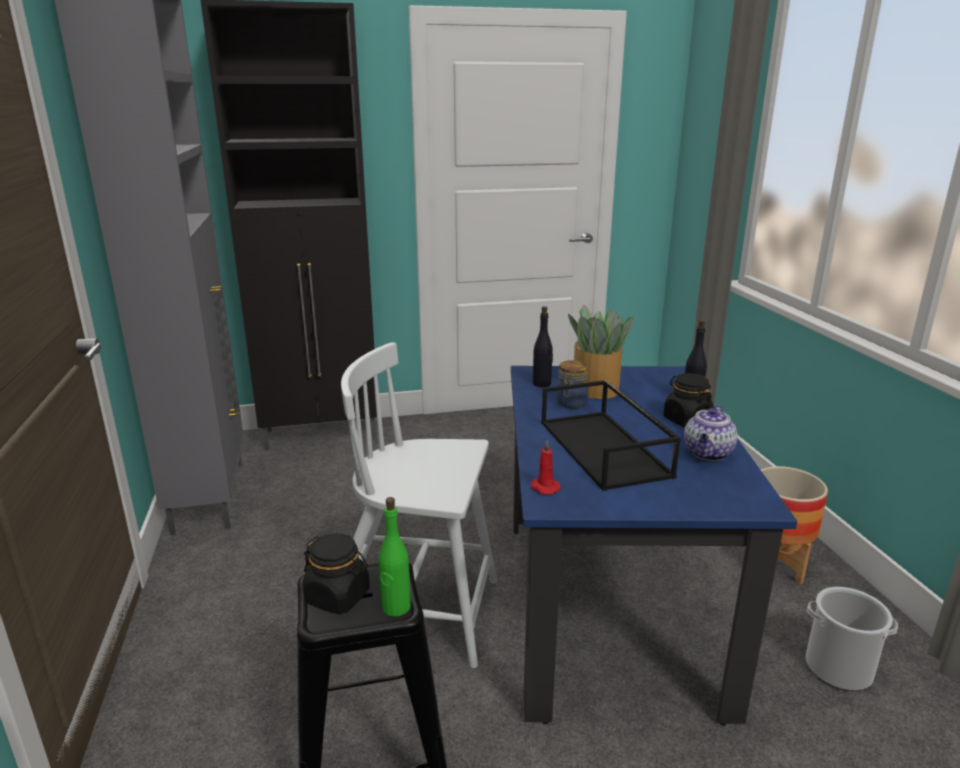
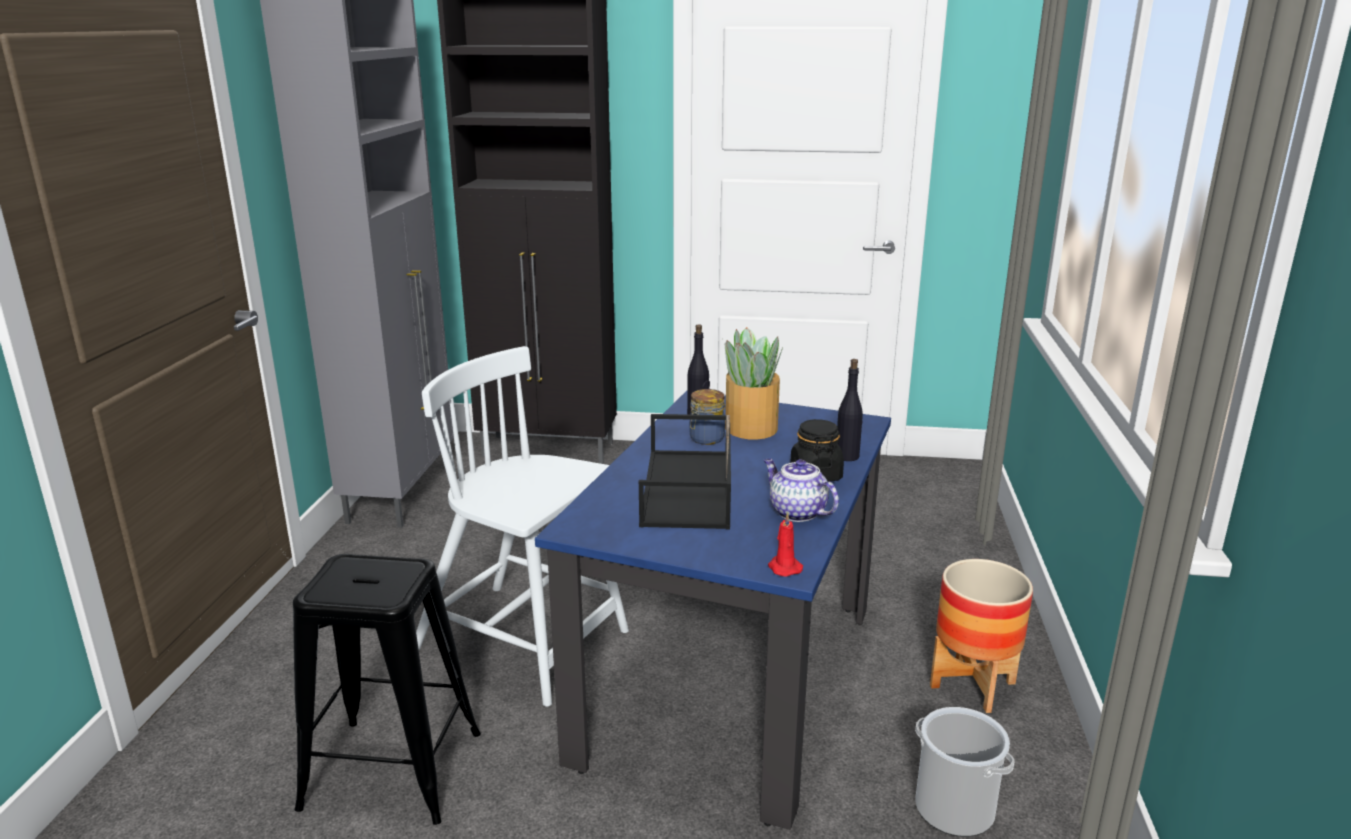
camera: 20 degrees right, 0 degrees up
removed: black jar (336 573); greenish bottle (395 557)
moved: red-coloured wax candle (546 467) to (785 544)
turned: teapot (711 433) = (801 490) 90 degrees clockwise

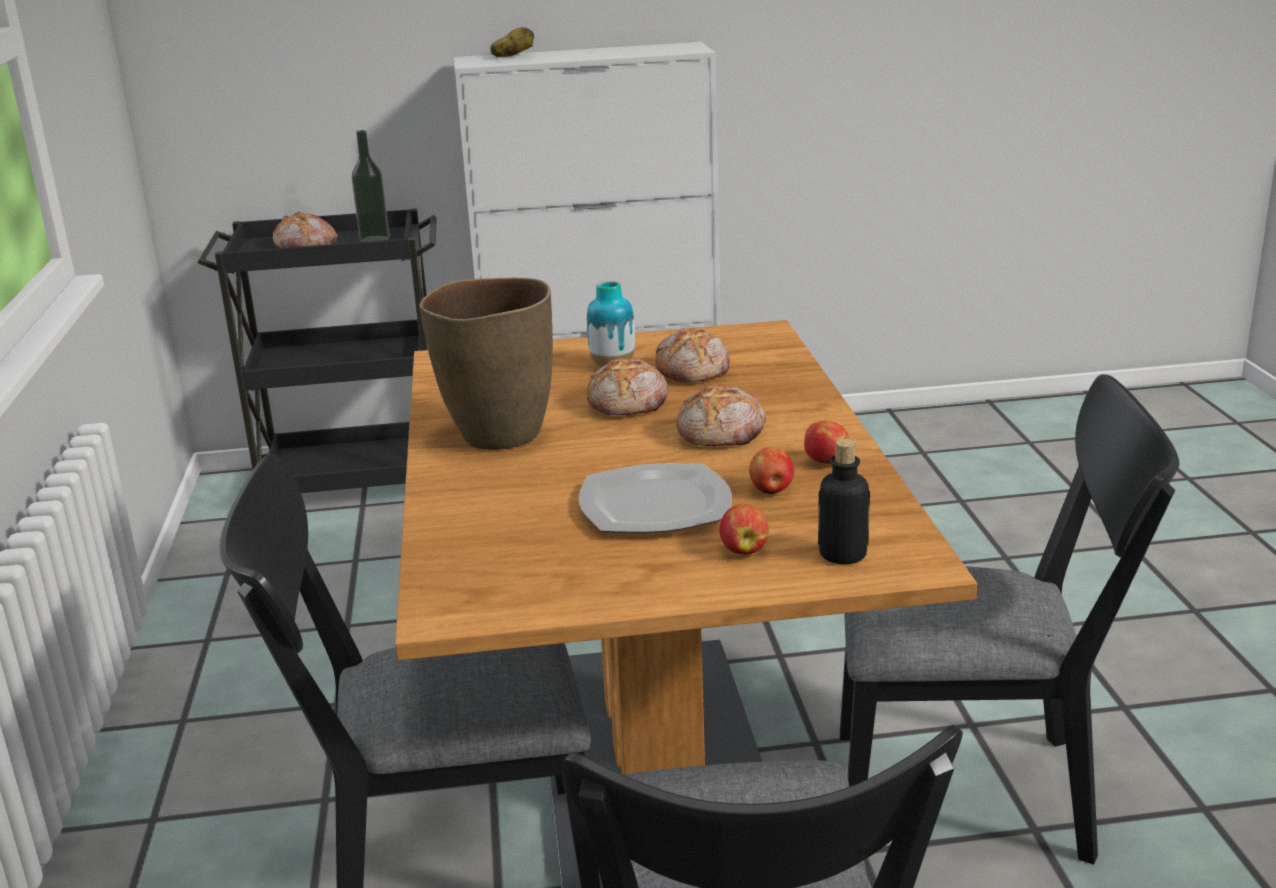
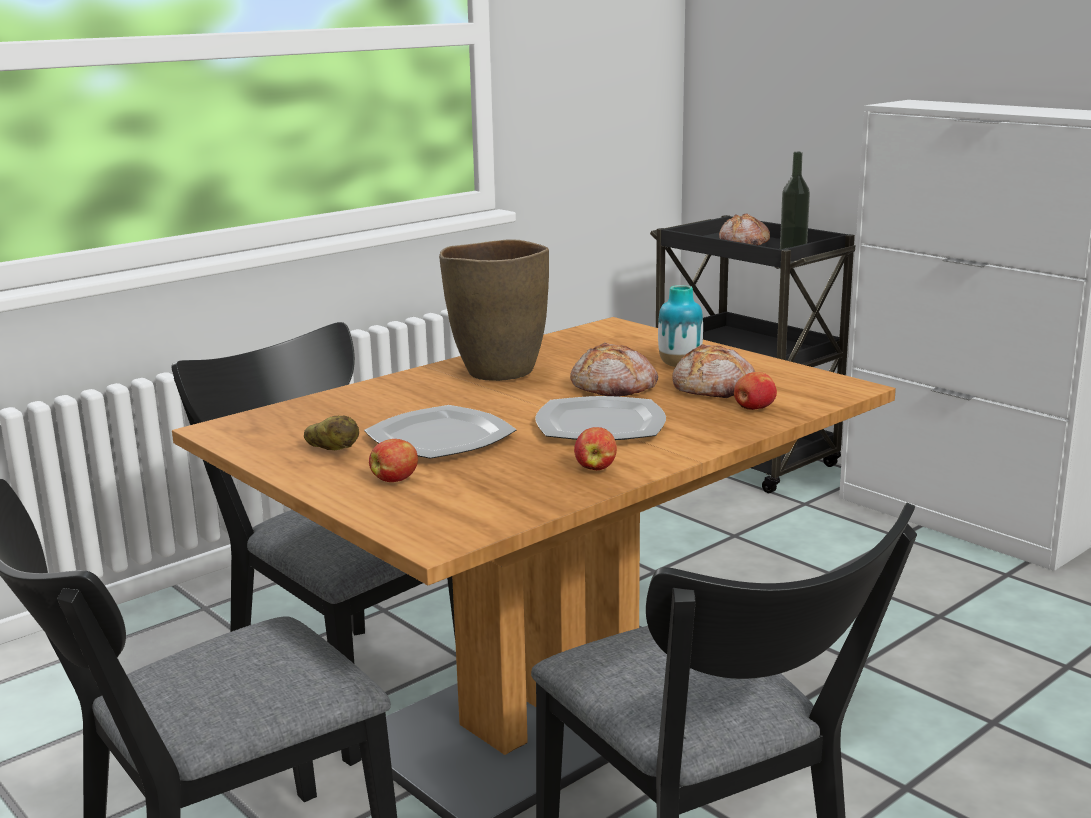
camera: 55 degrees right, 5 degrees down
removed: bottle (844 501)
moved: spud (512 42) to (331 433); apple fruit (771 470) to (755 391)
replaced: baked bread (721 415) to flat dish (600 418)

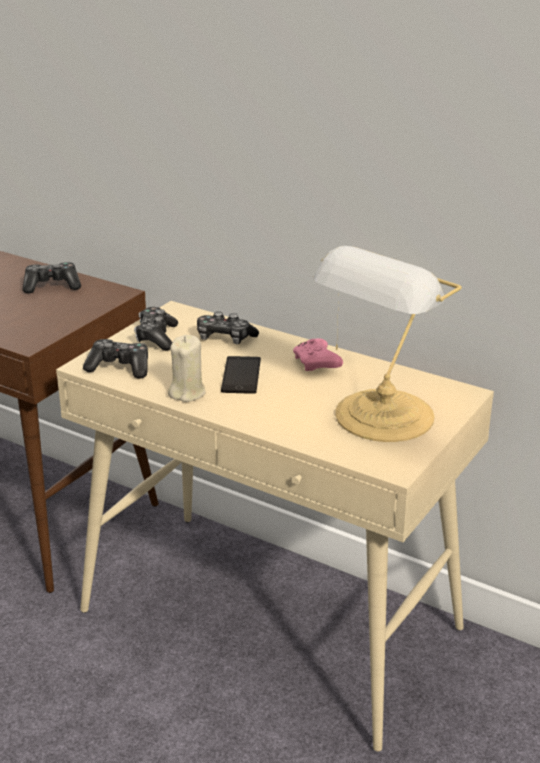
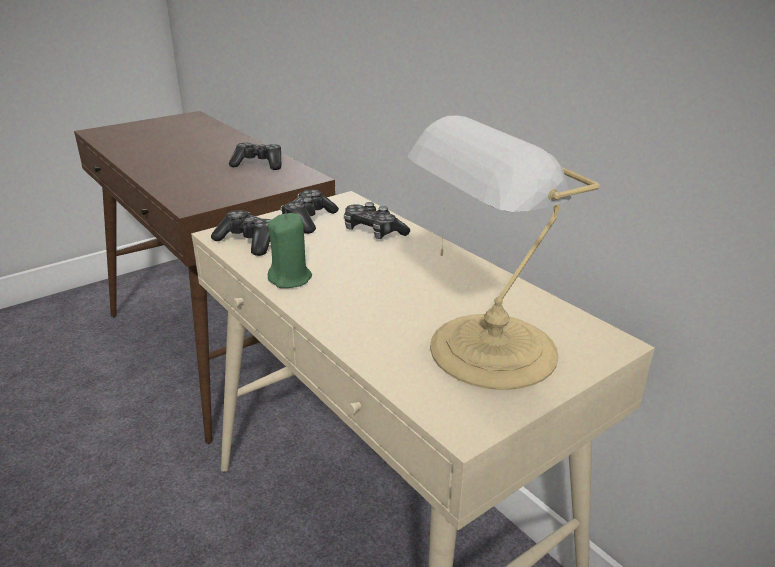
camera: 20 degrees right, 0 degrees up
removed: handset (241 375); pink joypad (318 354)
recoloured: beige wax candle (187 368) to greenish wax candle (290 250)

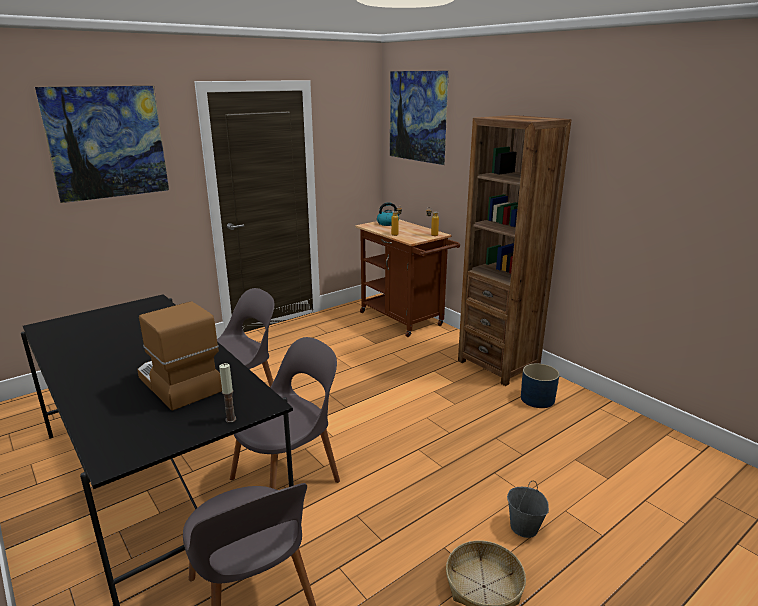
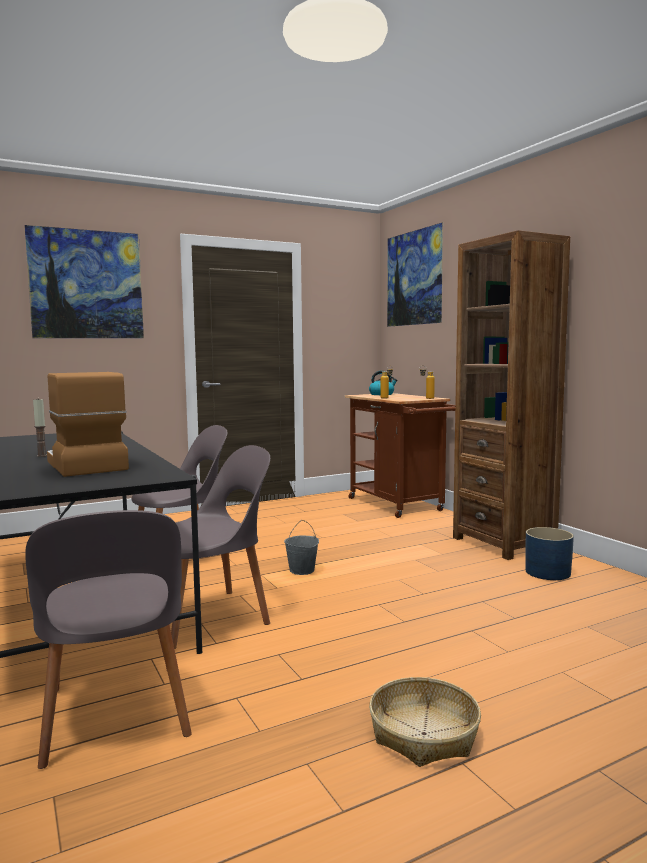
camera: 10 degrees right, 15 degrees down
moved: wax candle (227 393) to (40 428); greyish water bucket (528 509) to (301 547)

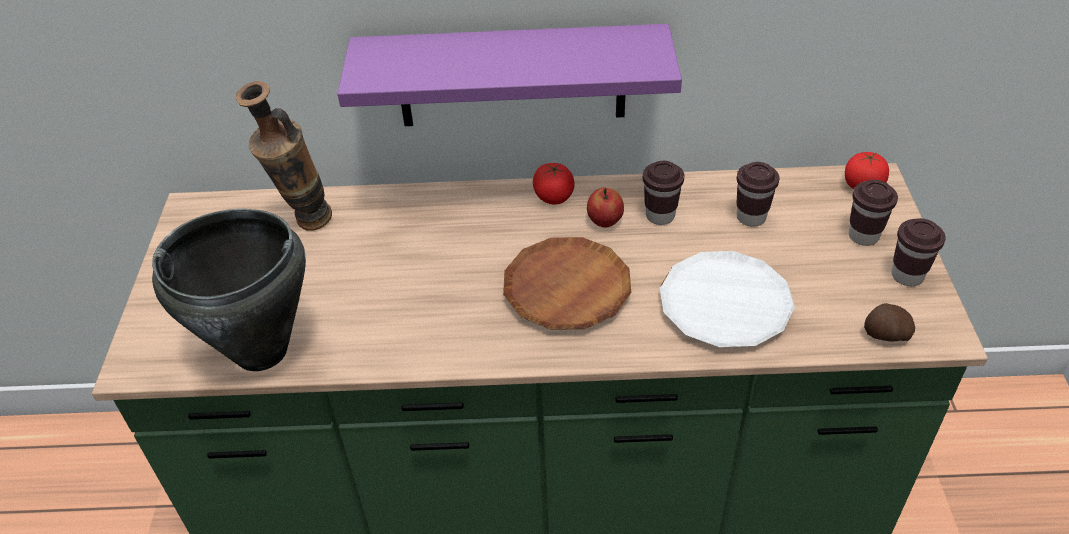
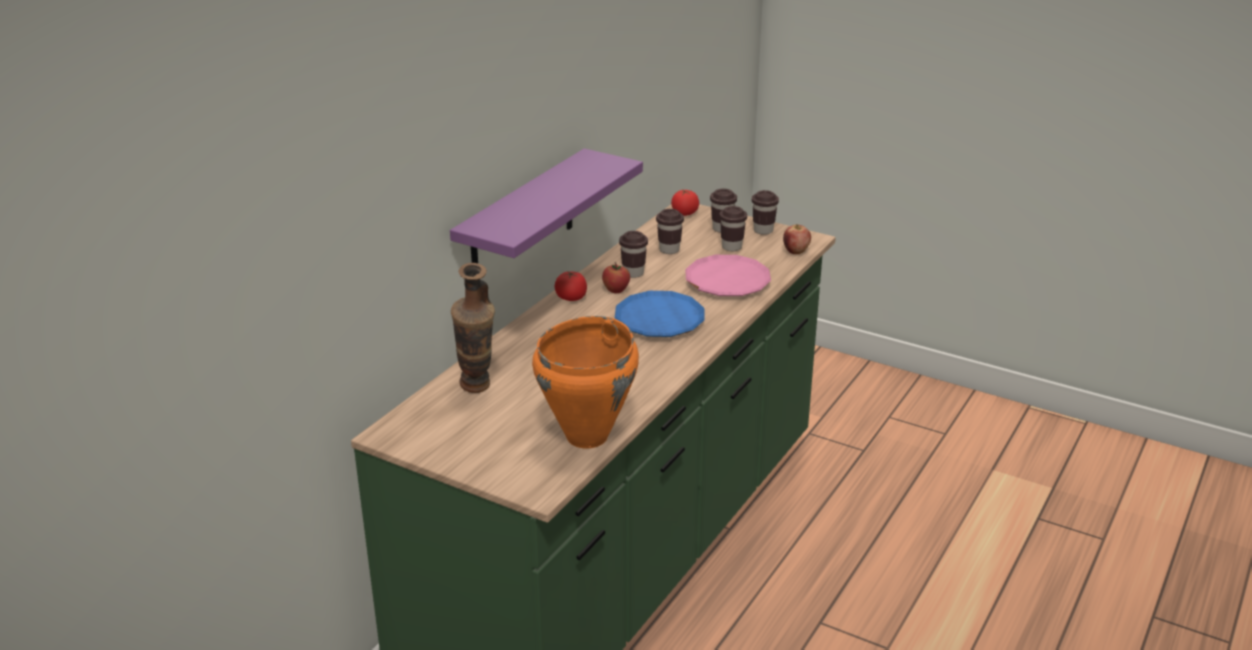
camera: 60 degrees left, 15 degrees down
added: brownish cup (733 228)
replaced: spud (889 322) to apple fruit (797 239)
recoloured: black saucepot (229 290) to orange saucepot (585 382); brownish flat dish (567 283) to bluish flat dish (660 314); white-coloured flat dish (727 299) to pink flat dish (728 275)

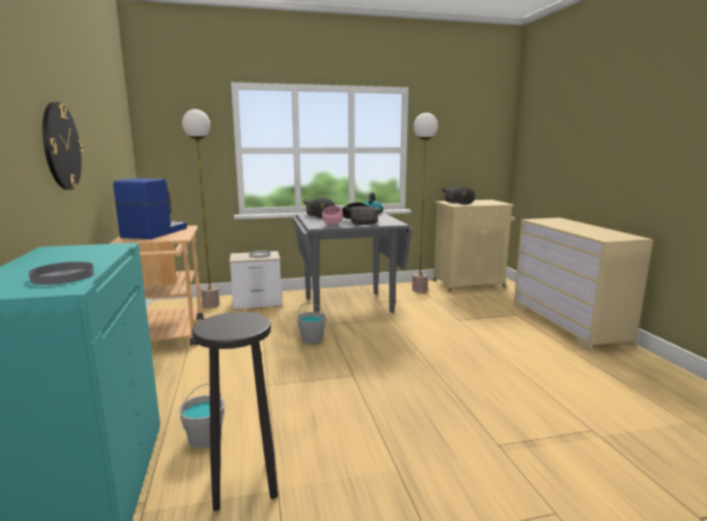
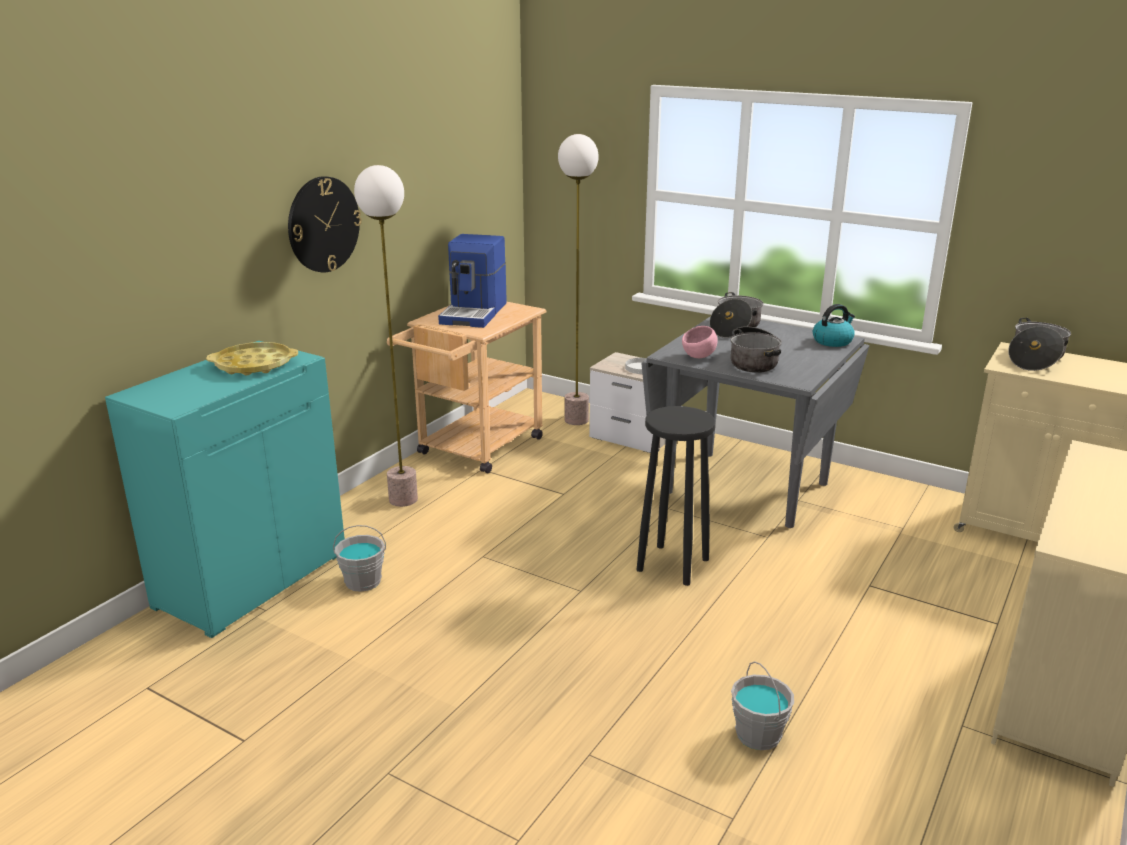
camera: 45 degrees right, 10 degrees up
removed: greyish flat dish (61 273)
added: yellowish tray (252 358)
moved: black sitting stool (235 411) to (676 496); greyish water bucket (311 323) to (762 705); standard lamp (425 203) to (386 336)
turned: coffee maker (150 208) = (472 281) 135 degrees clockwise

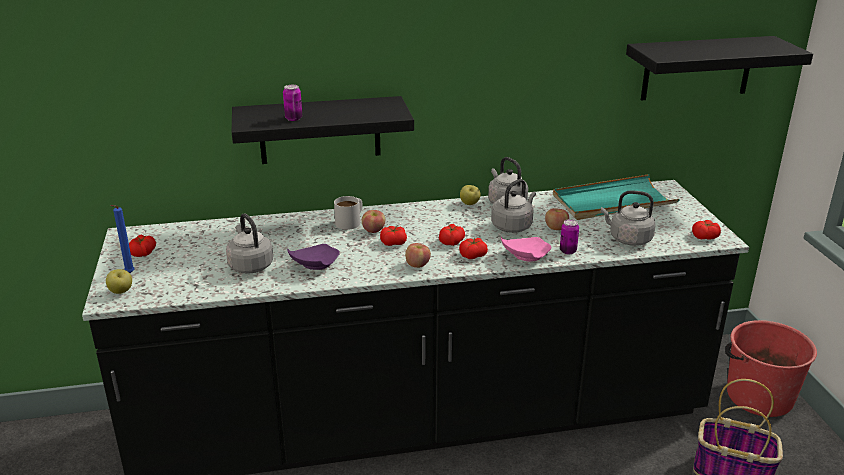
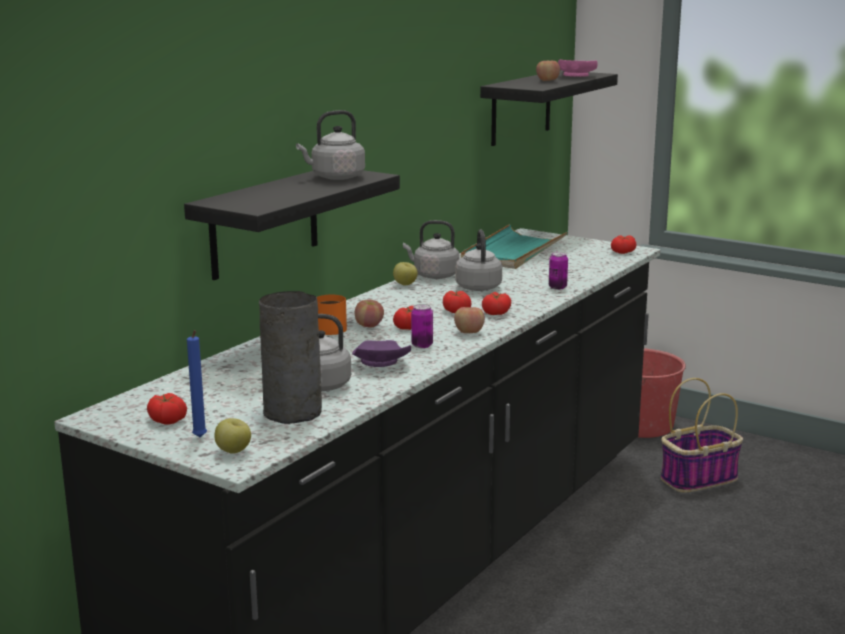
camera: 45 degrees left, 10 degrees down
added: greyish vase (290 357)
moved: sealed can (292 103) to (422 326); pink flat dish (526 249) to (578 68); apple fruit (557 219) to (548 71); greyish kettle (628 218) to (330 145)
recoloured: white-coloured tea mug (348 213) to orange tea mug (332 315)

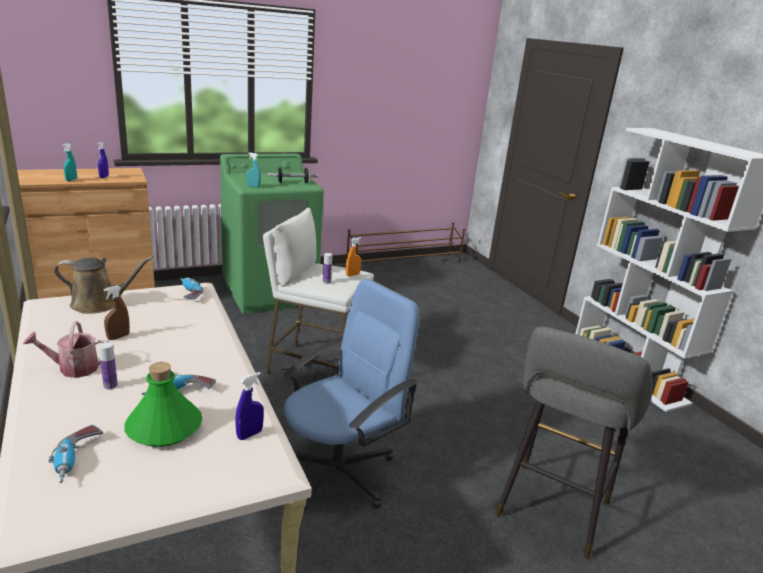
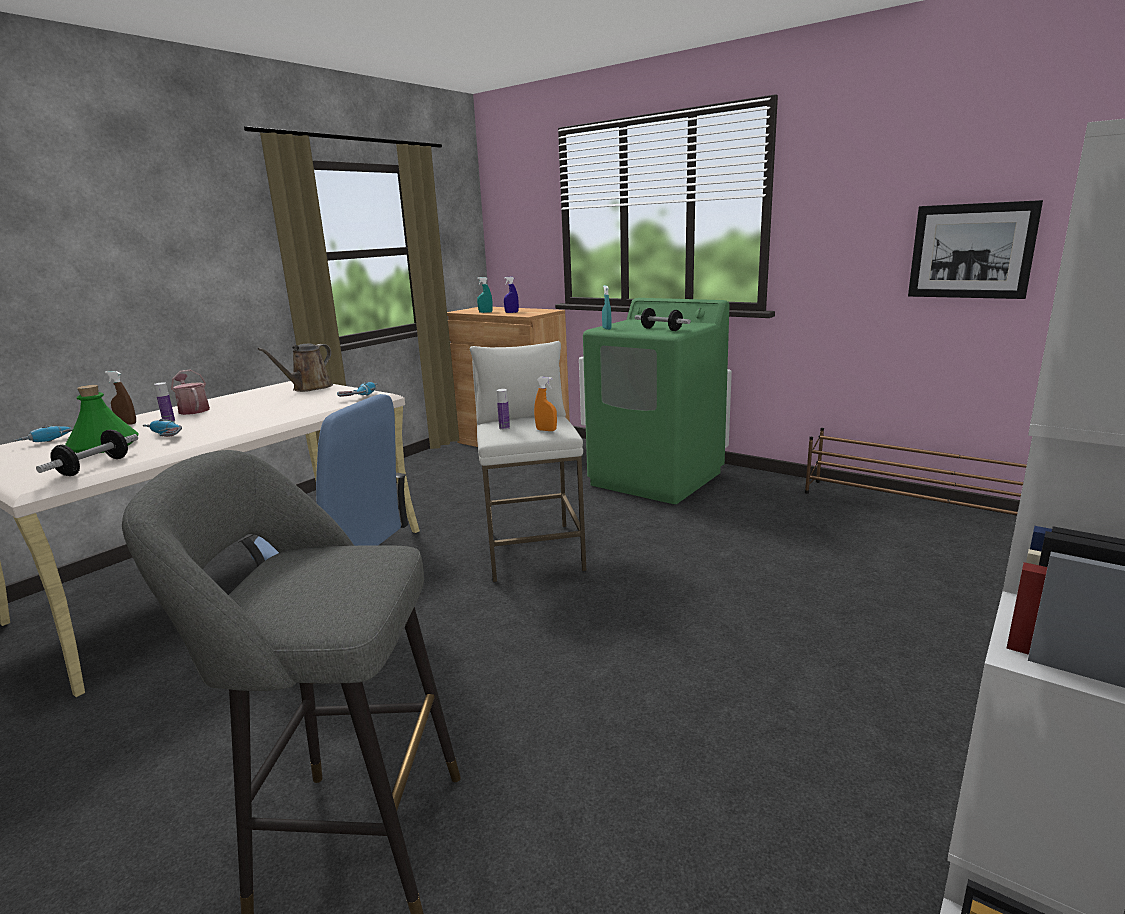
camera: 65 degrees right, 5 degrees down
added: picture (975 249)
moved: brownish hand sprayer (116 312) to (120 397)
replaced: bluish hand sprayer (249 406) to dumbbell (87 452)
turned: brownish watering pot (103 285) = (295 367) 60 degrees clockwise

